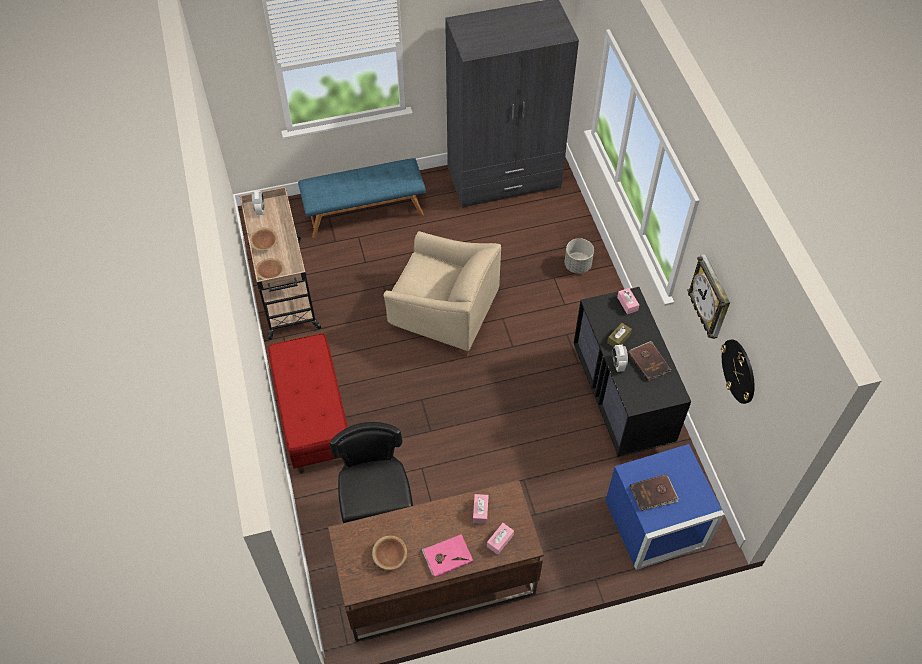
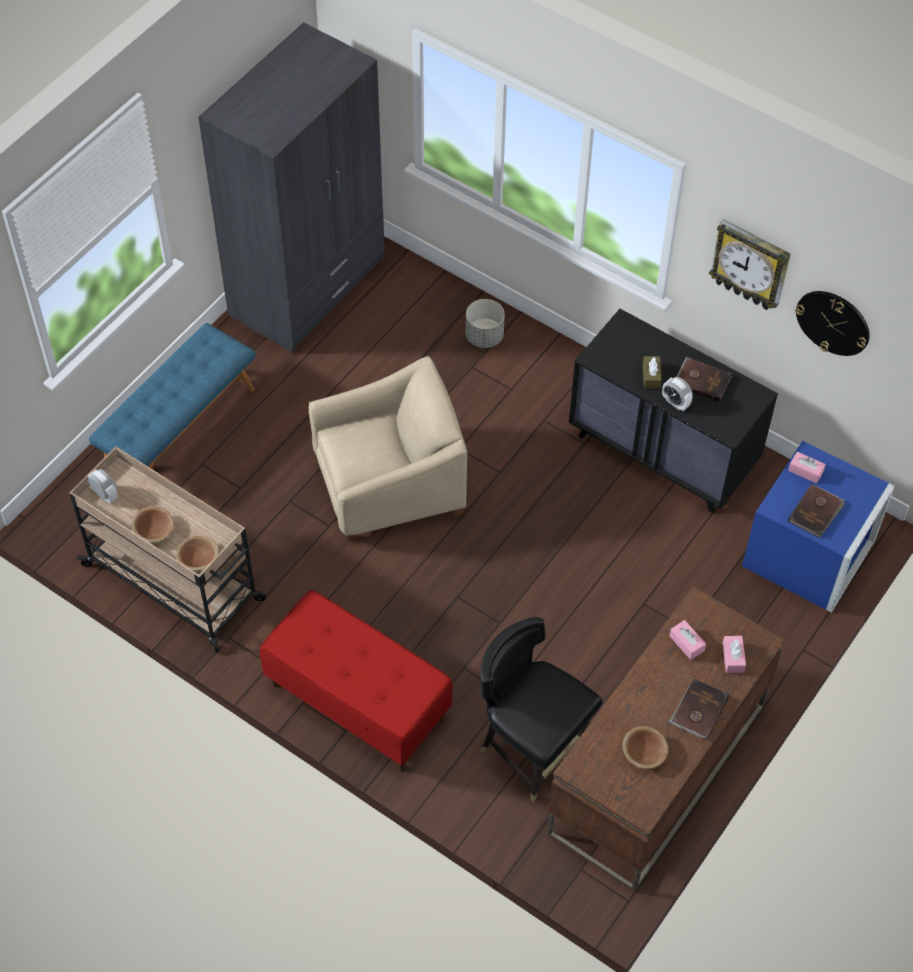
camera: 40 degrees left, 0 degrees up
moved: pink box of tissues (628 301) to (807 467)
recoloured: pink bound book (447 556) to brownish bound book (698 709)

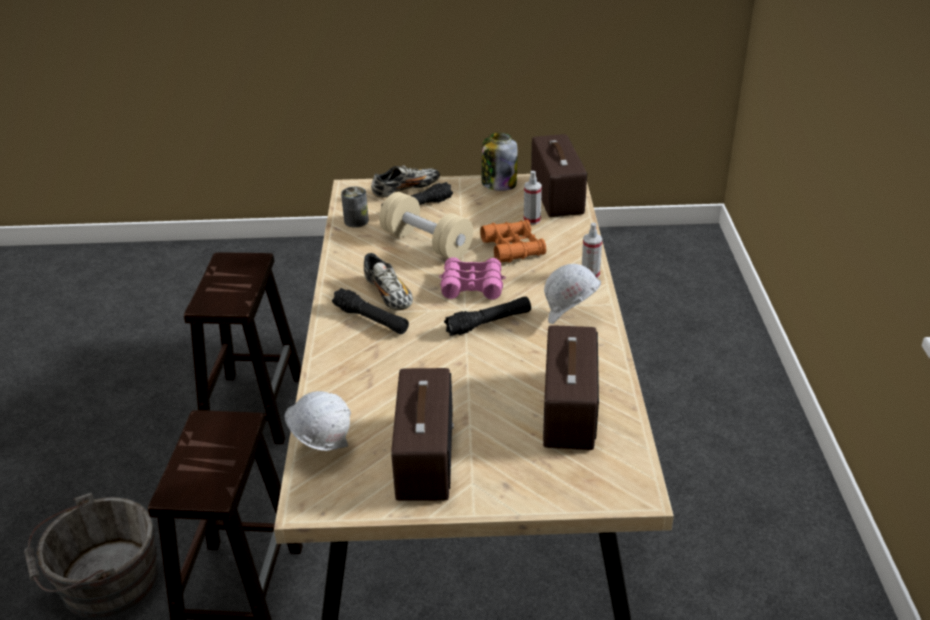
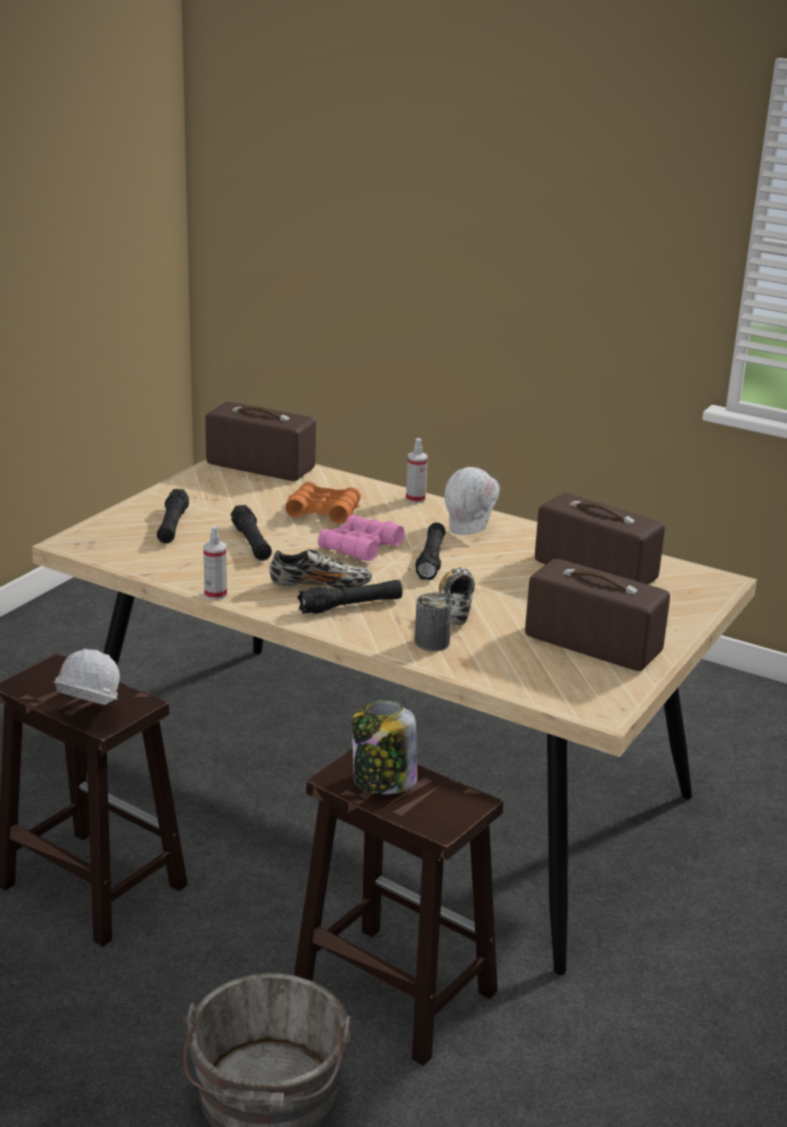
camera: 60 degrees left, 10 degrees down
moved: white-coloured work helmet (318 421) to (86 677); sealed can (355 207) to (433 622); item of footwear (405 181) to (457 596); jar (499 161) to (384 747); hand sprayer (533 198) to (215 563)
replaced: beige dumbbell (426 225) to black torch (251 533)

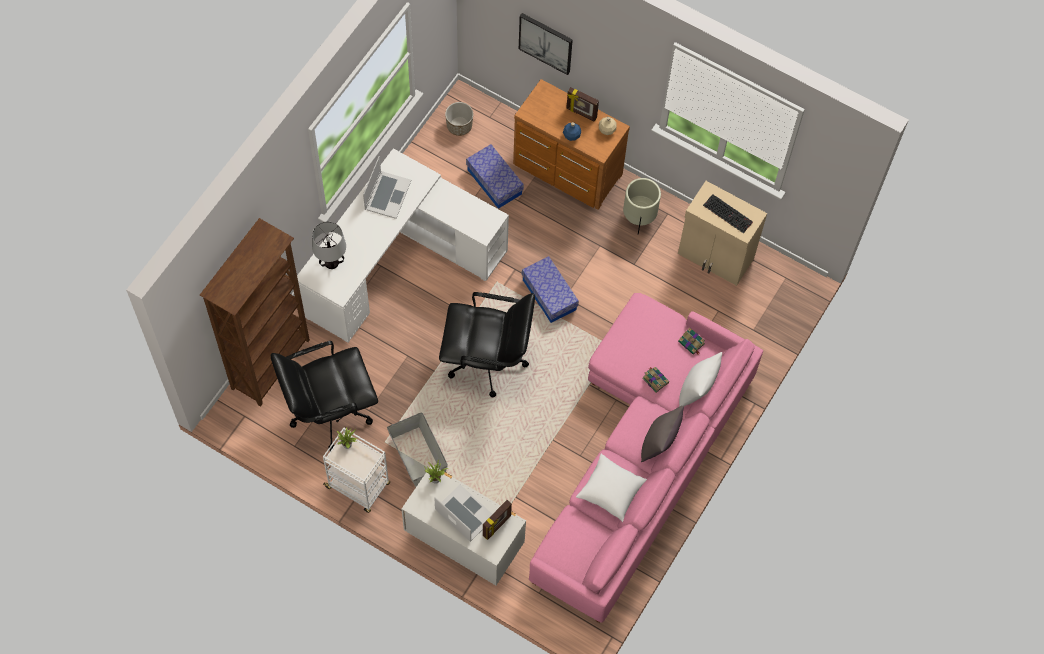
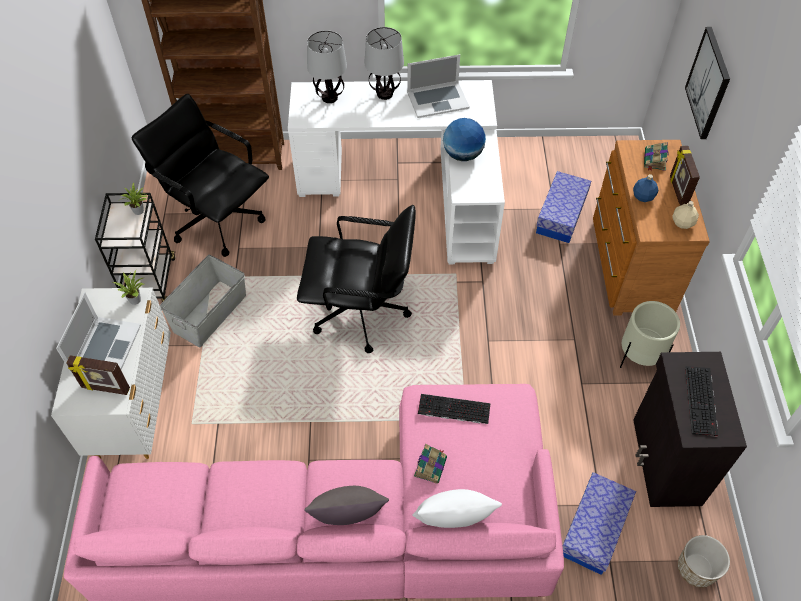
camera: 60 degrees right, 10 degrees down
removed: white-coloured cushion (611 488)
added: table lamp (384 63); keyboard (454 409); globe (464 139)
moved: planter (459 119) to (704 561); storage bin (550 289) to (599 523); bound book (691 341) to (656 156)
recoloured: white-coloured cart (356 470) to black cart (135 247); beige storage cabinet (722 233) to black storage cabinet (690 429)
turned: black desk chair (487 344) = (356 279) 60 degrees counterclockwise

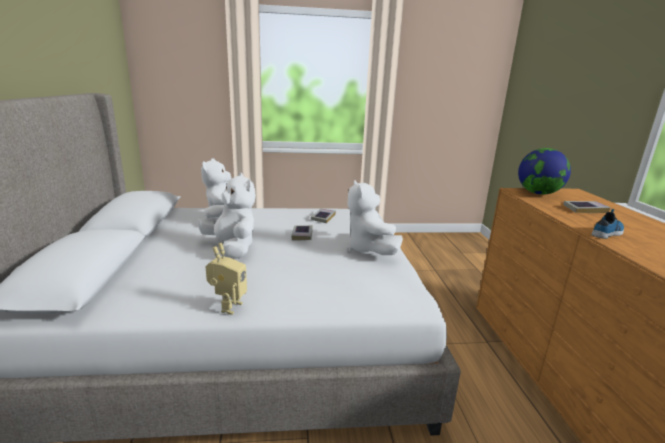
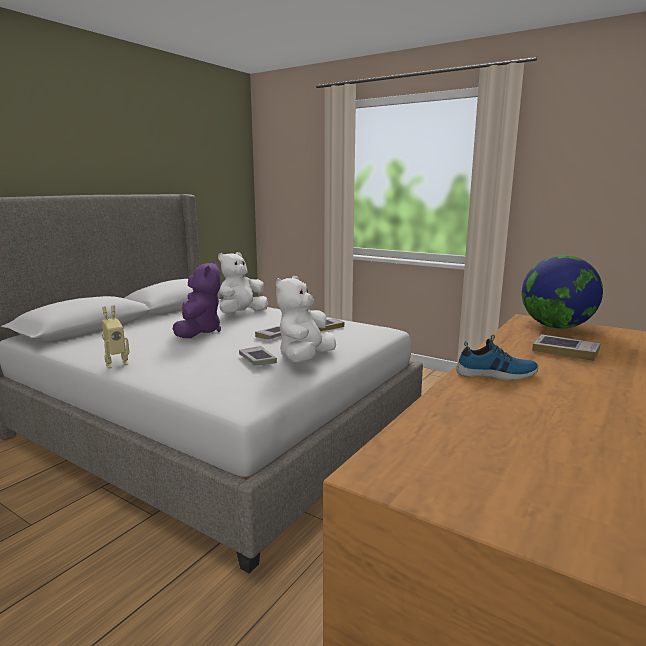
camera: 40 degrees right, 5 degrees down
added: bound book (258 355)
recoloured: white-coloured plush toy (226 216) to purple-coloured plush toy (197 299)

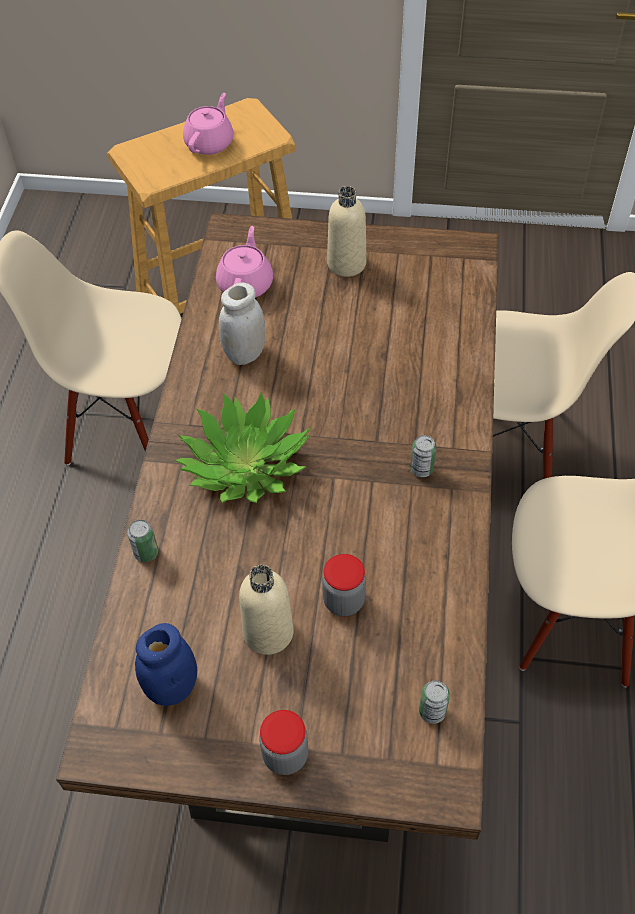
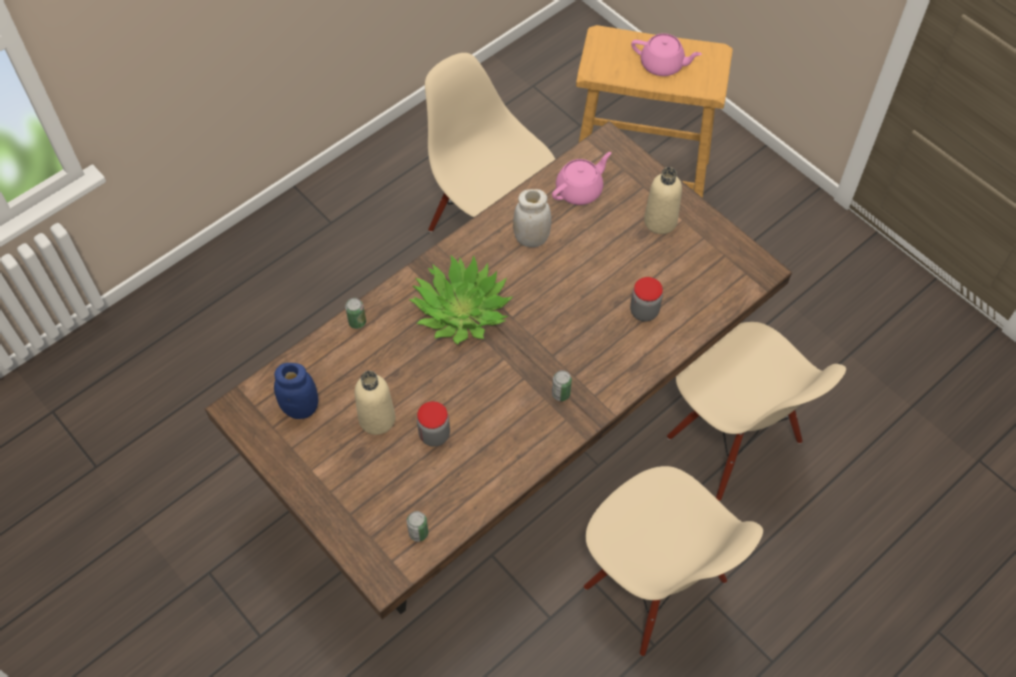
camera: 40 degrees right, 5 degrees up
moved: jar (283 742) to (646 299)
turned: pink teapot (208 124) = (666 54) 45 degrees clockwise

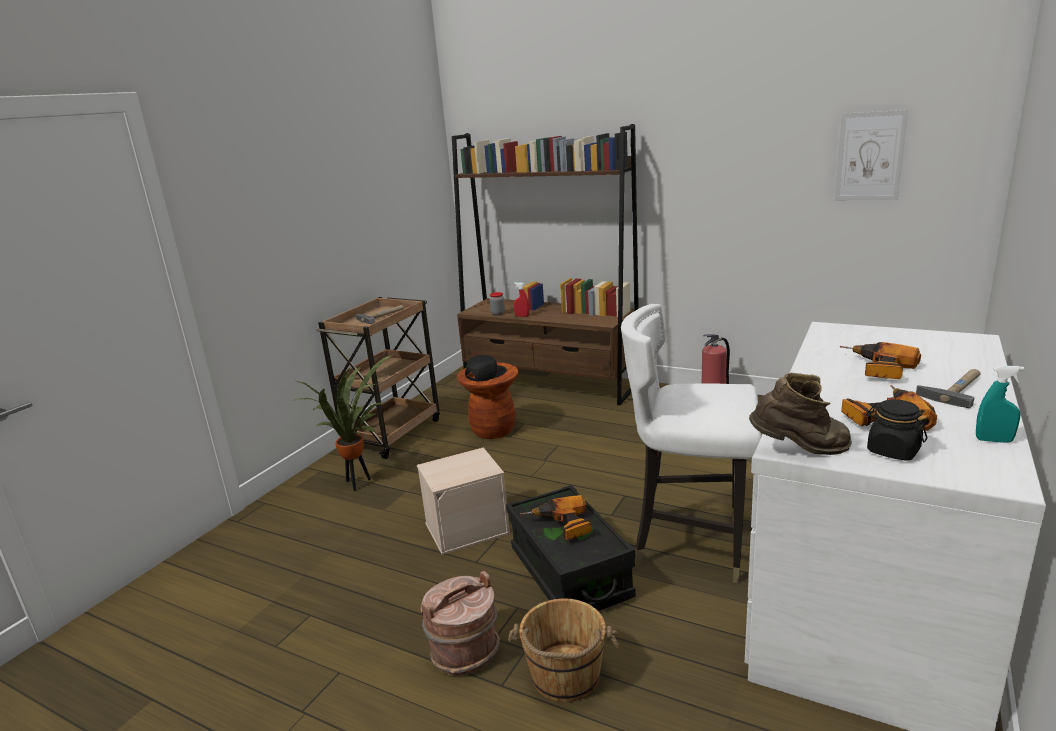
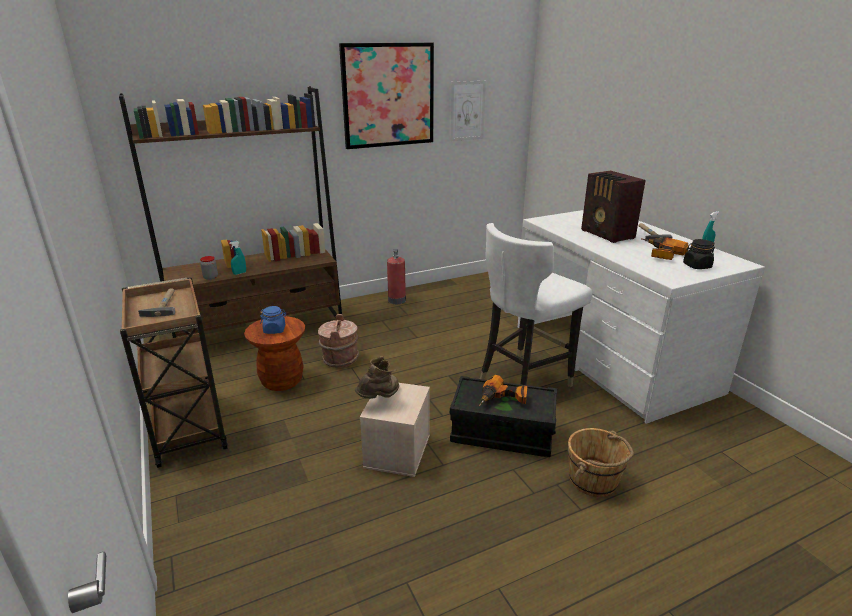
camera: 55 degrees left, 5 degrees up
removed: plant in a pot (344 422)
added: picture (386 96)
moved: brownish water bucket (460 623) to (338 341); brownish high-top boot (800 414) to (377 377)
replaced: black peaked cap (486 368) to bluish jar (273 320); electric drill (880 360) to radio (613 207)
recoloured: red-coloured hand sprayer (521 299) to turquoise-coloured hand sprayer (237 258)

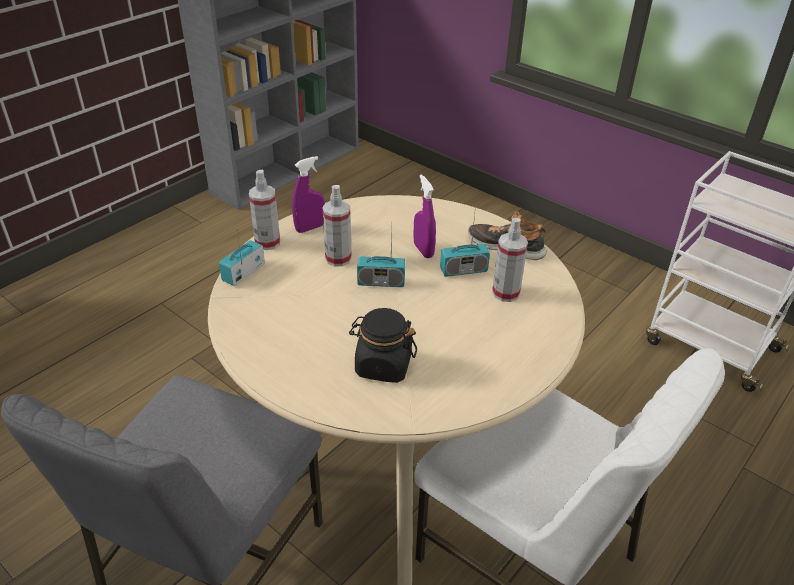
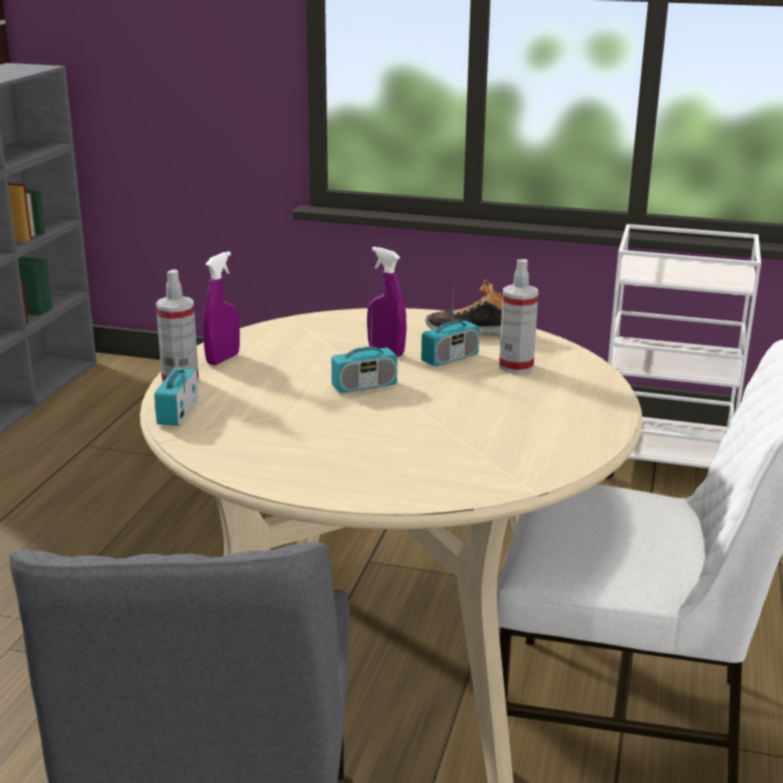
camera: 25 degrees left, 15 degrees down
removed: hand sprayer (337 225); black jar (383 345)

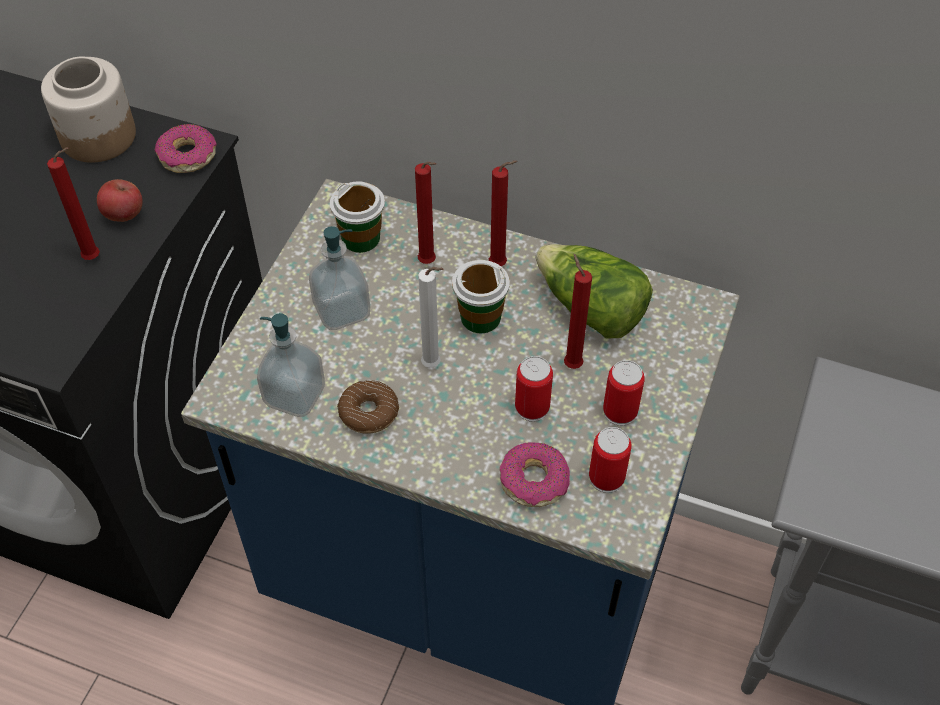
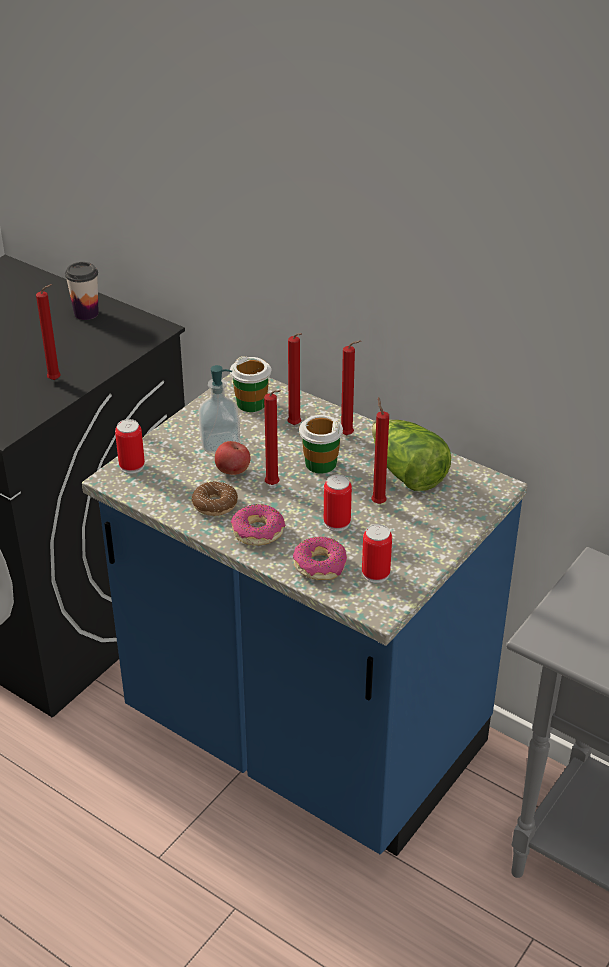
camera: 15 degrees right, 15 degrees down
removed: soap bottle (291 365)
moved: apple fruit (120 200) to (232 458); doughnut (186 148) to (258 524); sealed can (624 393) to (130 446)
replaced: jar (88 110) to cup (82 291)
recoloured: white-coloured wax candle (430 317) to red-coloured wax candle (272 437)

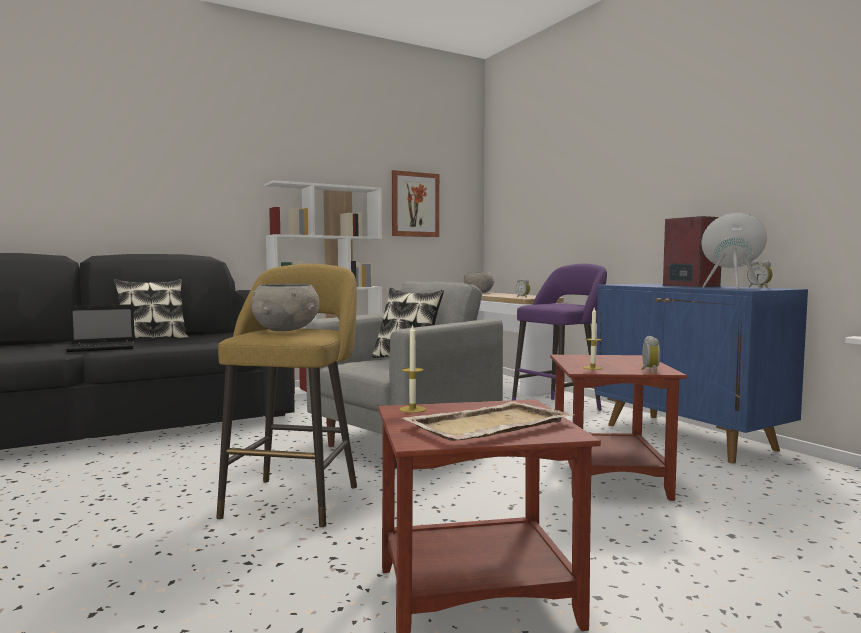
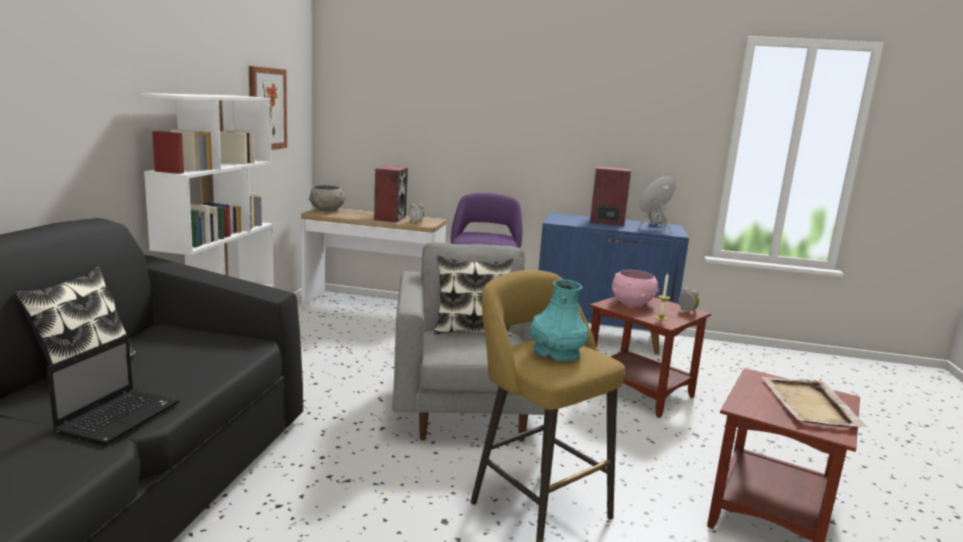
camera: 50 degrees left, 10 degrees up
removed: wax candle (412 368)
added: audio speaker (391 194); pink deep dish (635 288)
replaced: greyish deep dish (285 307) to turquoise-coloured vase (559 321)

